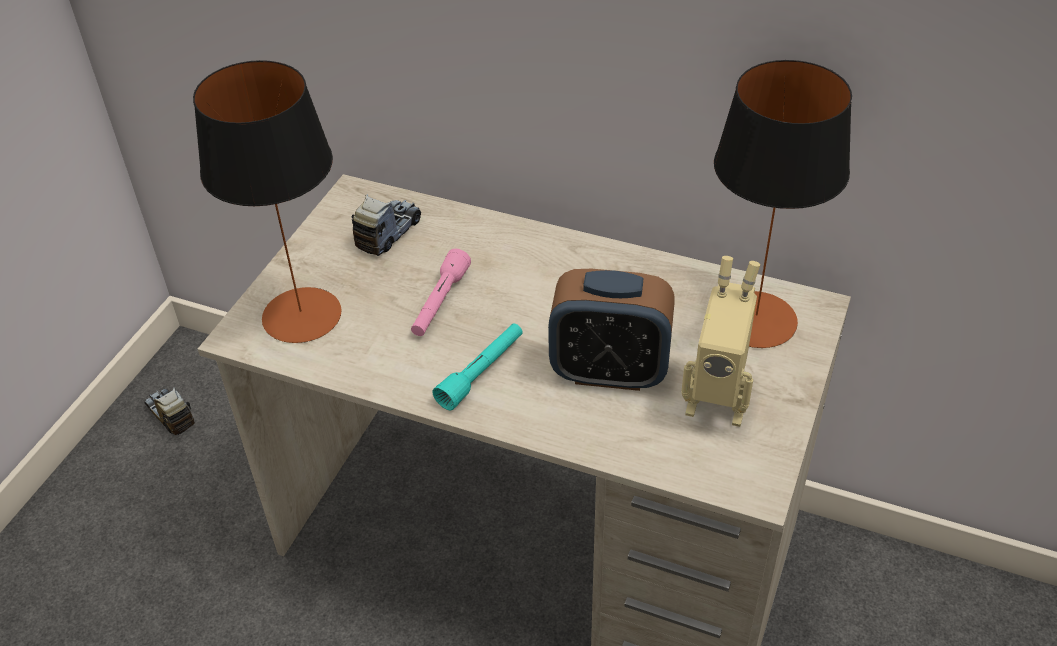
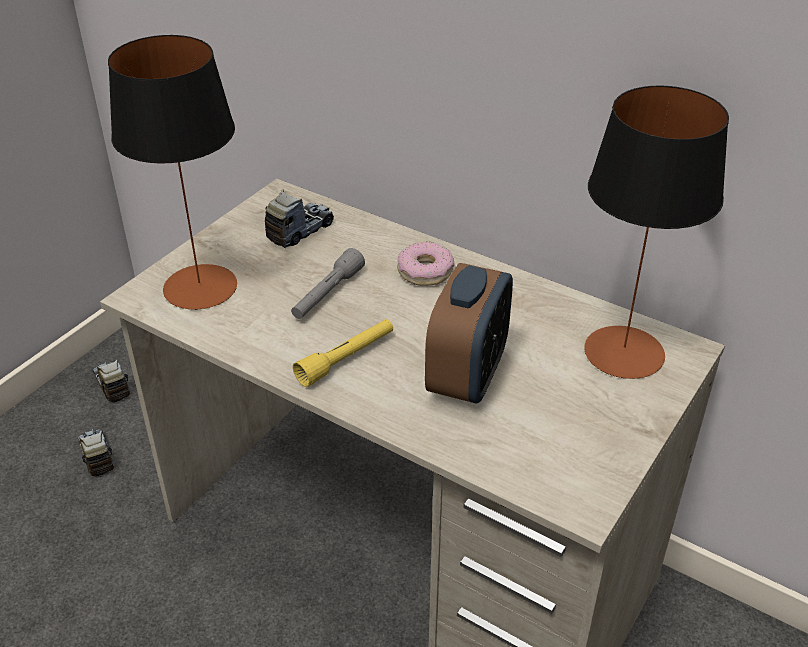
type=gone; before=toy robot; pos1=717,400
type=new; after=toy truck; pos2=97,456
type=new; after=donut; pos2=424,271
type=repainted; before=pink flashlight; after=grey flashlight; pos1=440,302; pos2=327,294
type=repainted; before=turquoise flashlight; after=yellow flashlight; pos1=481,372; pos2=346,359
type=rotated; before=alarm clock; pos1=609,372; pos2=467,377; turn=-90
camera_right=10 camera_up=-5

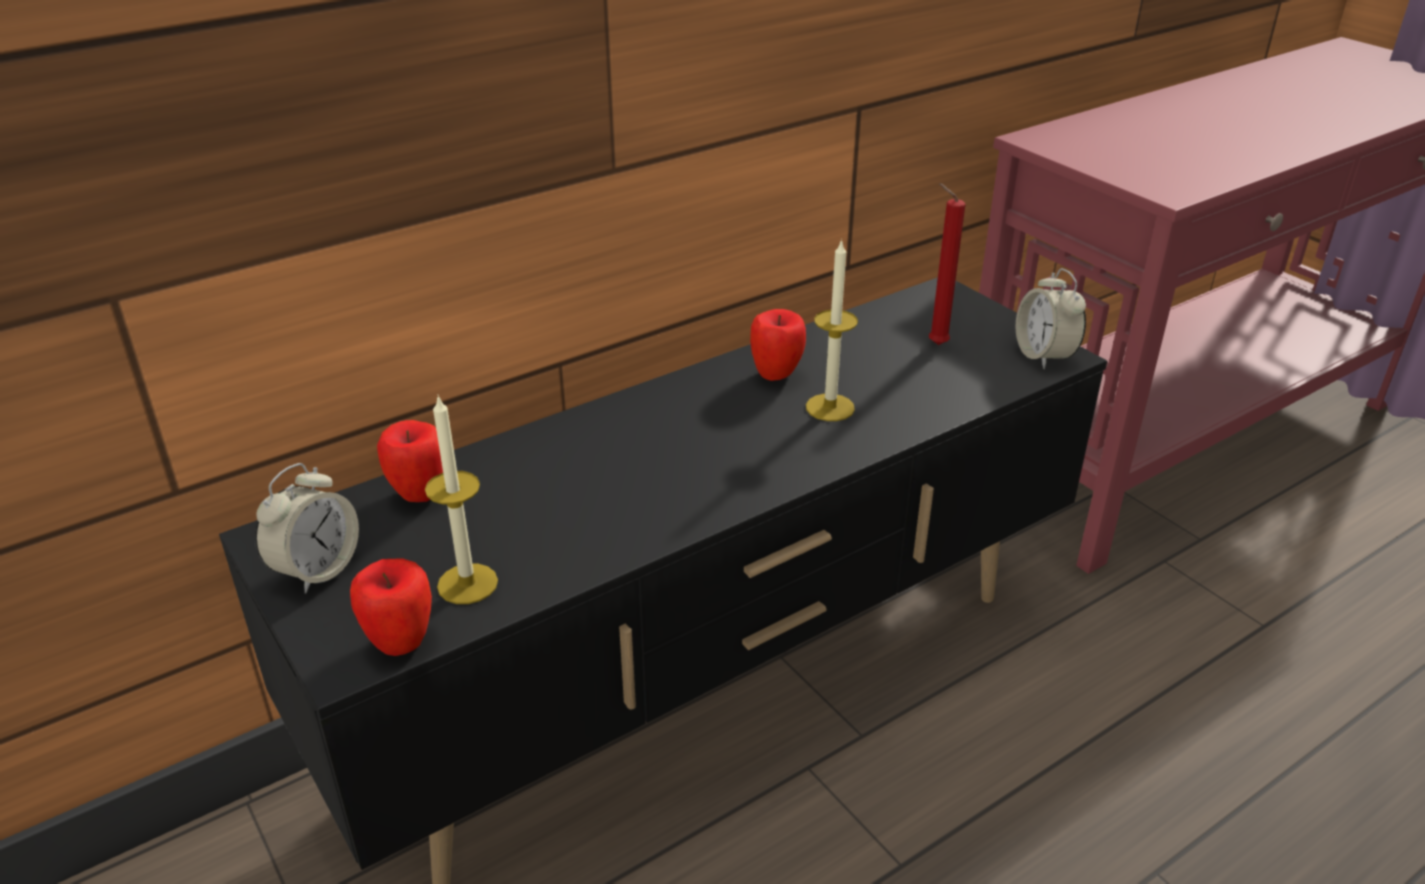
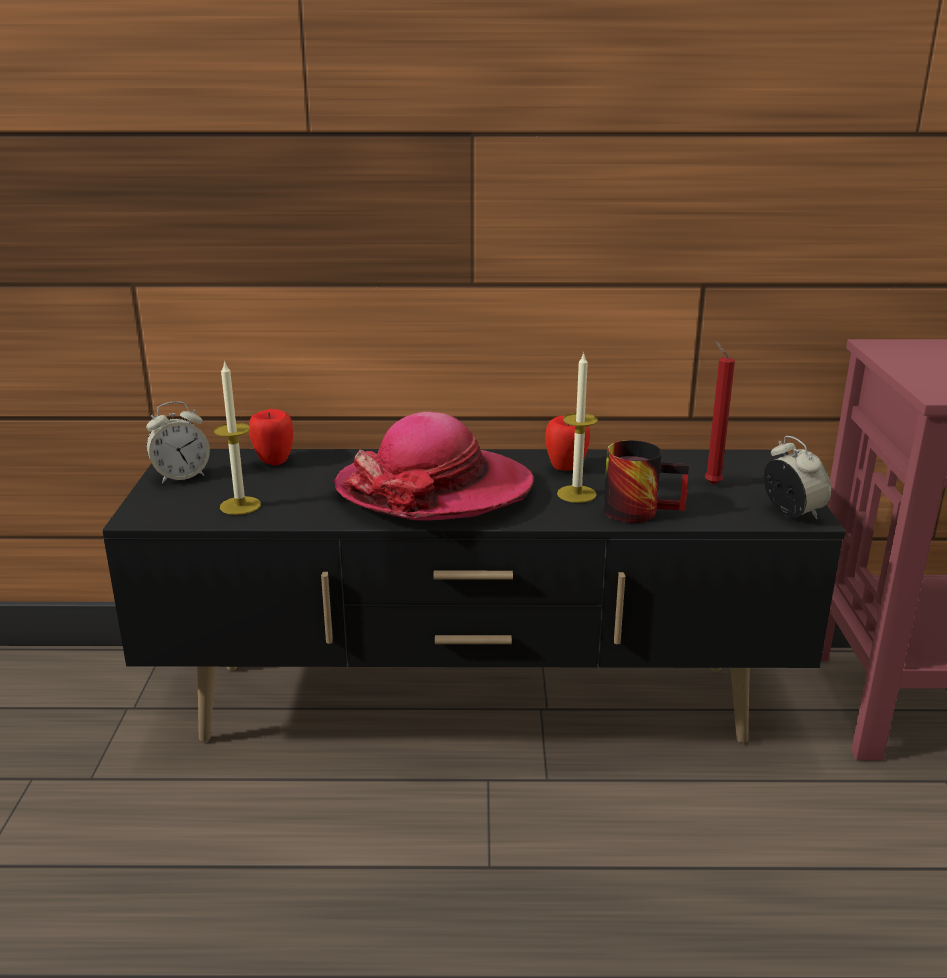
type=gone; before=apple; pos1=400,642
type=new; after=hat; pos2=434,489
type=new; after=mug; pos2=640,509
type=rotated; before=alarm clock; pos1=1044,356; pos2=792,513; turn=135
camera_right=35 camera_up=-10

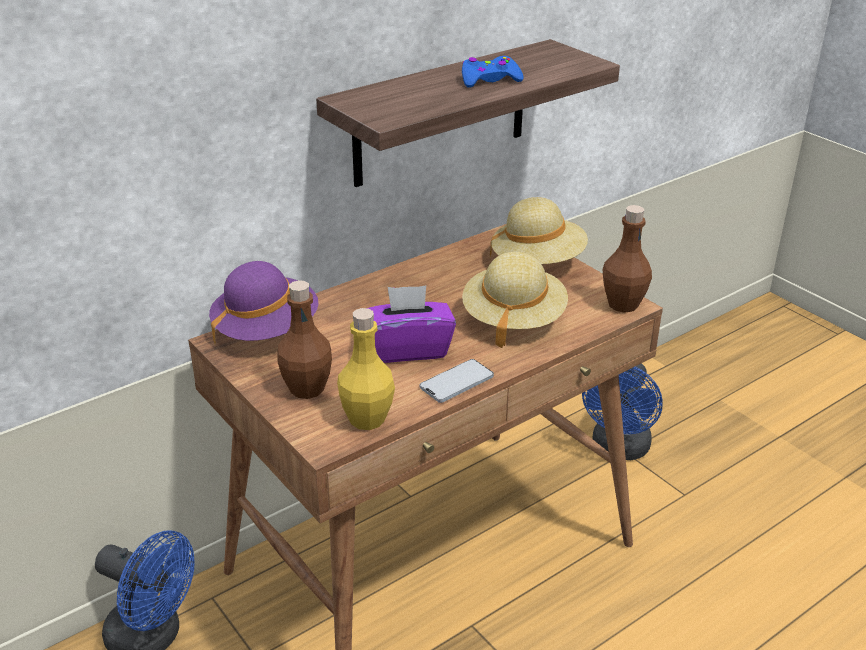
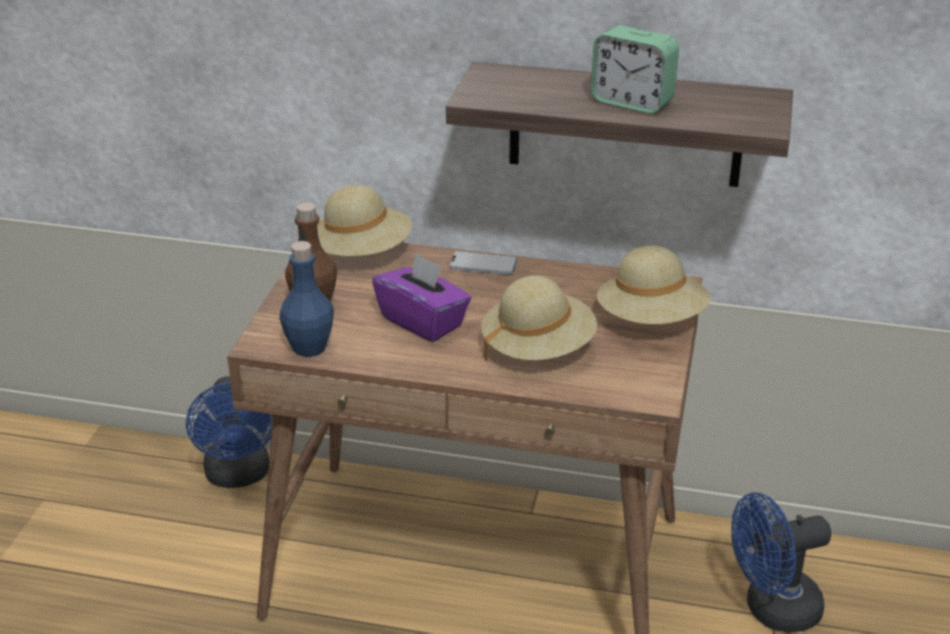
type=gone; before=brown bottle; pos1=623,304
type=shifted; before=phone; pos1=456,382; pos2=483,264
type=swapped; before=blue game controller; after=alarm clock; pos1=489,80; pos2=632,102
type=repainted; before=purple hat; after=beige hat; pos1=266,330; pos2=362,253
type=repainted; before=yellow bottle; after=blue bottle; pos1=367,419; pos2=309,347
camera_right=50 camera_up=0

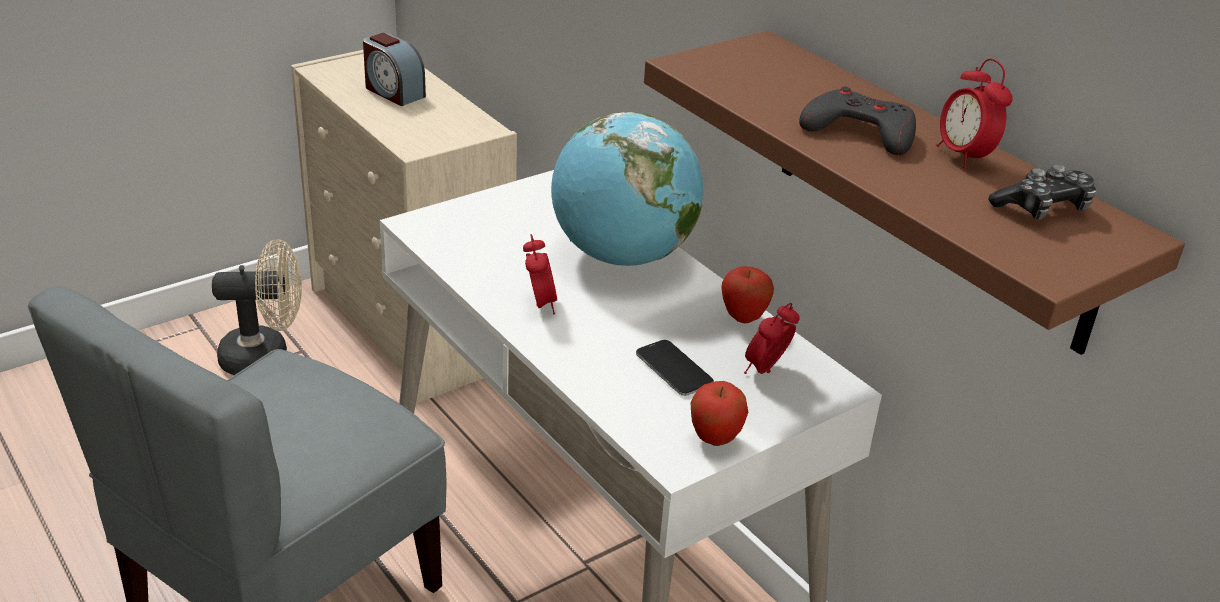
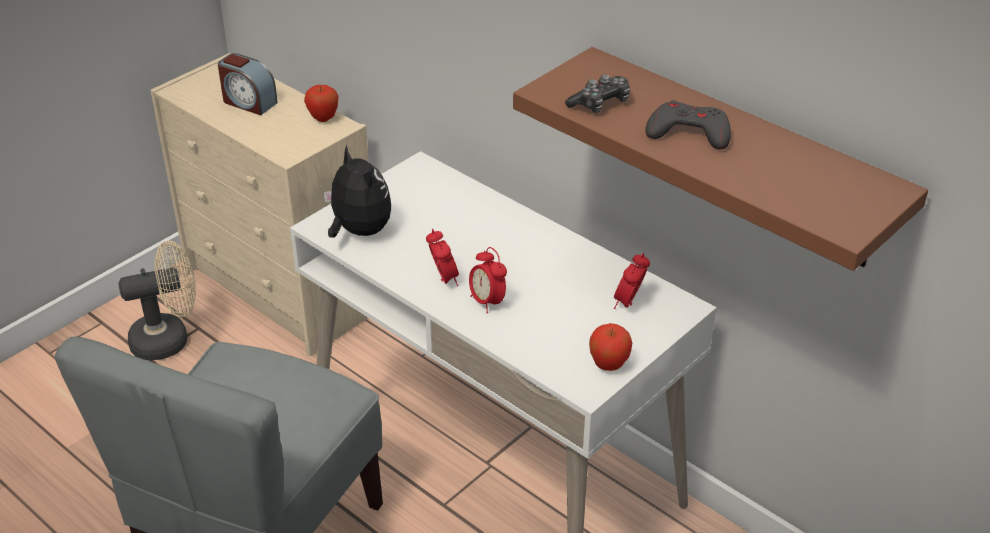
type=gone; before=globe; pos1=622,256
type=gone; before=phone; pos1=674,369
type=new; after=plush toy; pos2=359,231
type=shifted; before=apple; pos1=743,318; pos2=323,118
type=shifted; before=alarm clock; pos1=964,157; pos2=487,302
type=shifted; before=game controller; pos1=1043,208; pos2=600,103
camera_right=-10 camera_up=5

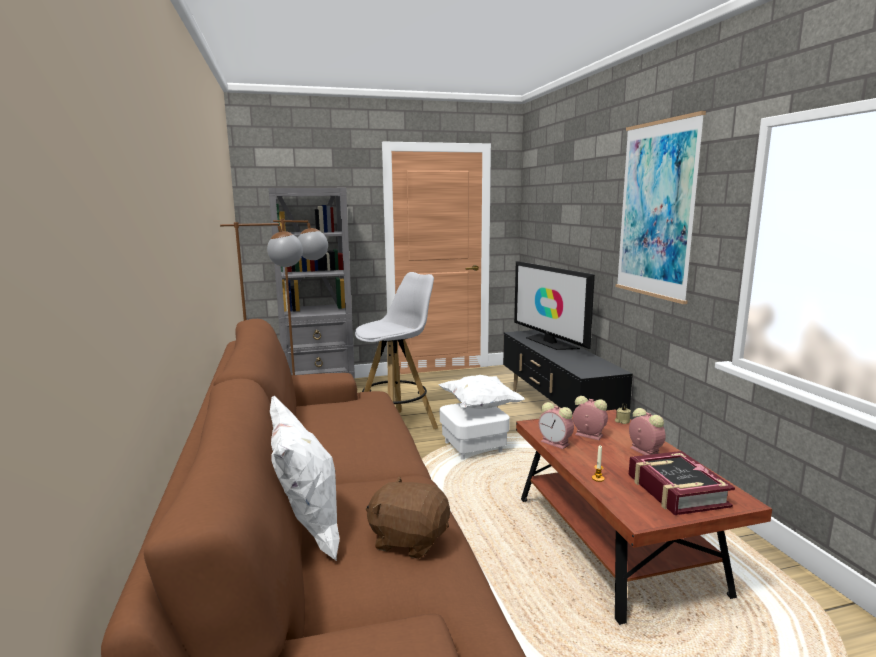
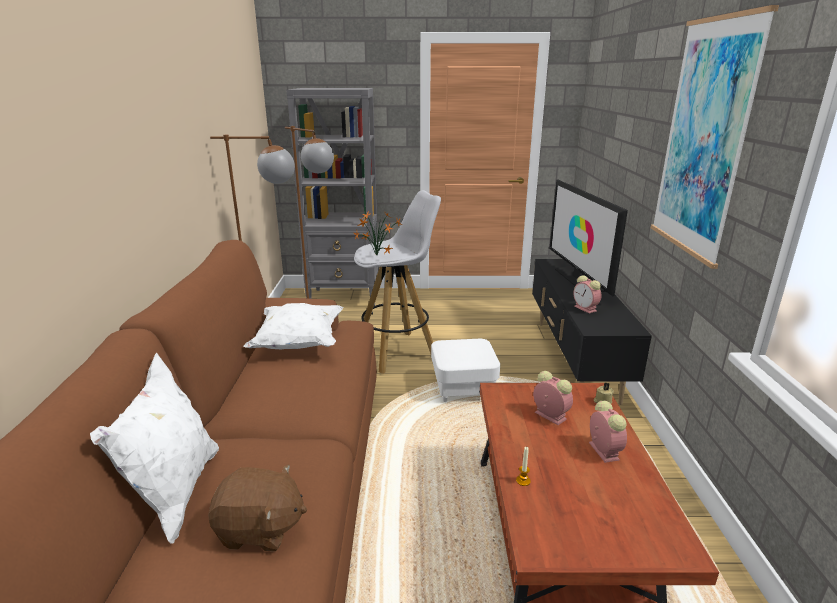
type=gone; before=book; pos1=676,490
type=new; after=potted plant; pos2=376,255
type=shifted; before=white pillow; pos1=480,406; pos2=298,343
type=shifted; before=alarm clock; pos1=556,443; pos2=586,309
type=rotated; before=brown plush toy; pos1=409,539; pos2=260,529; turn=150
camera_right=15 camera_up=10

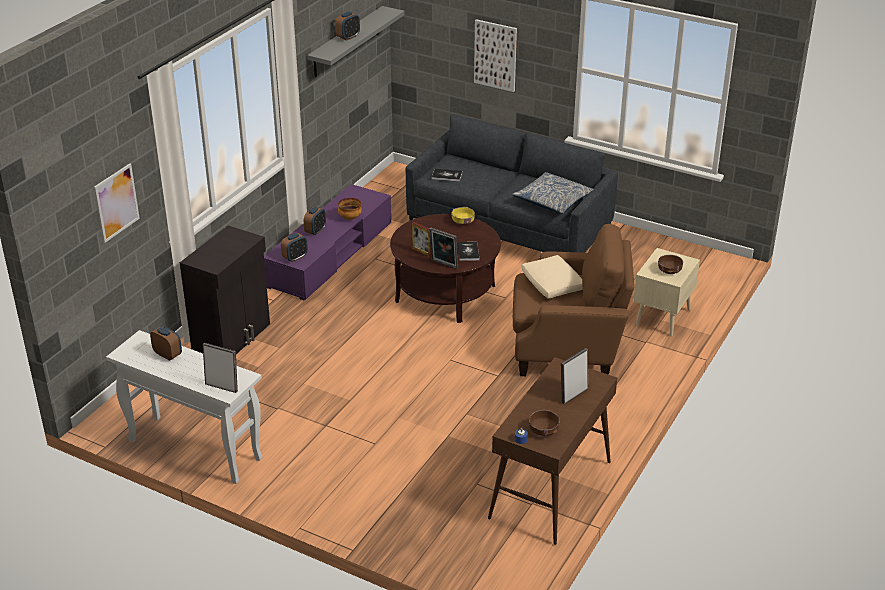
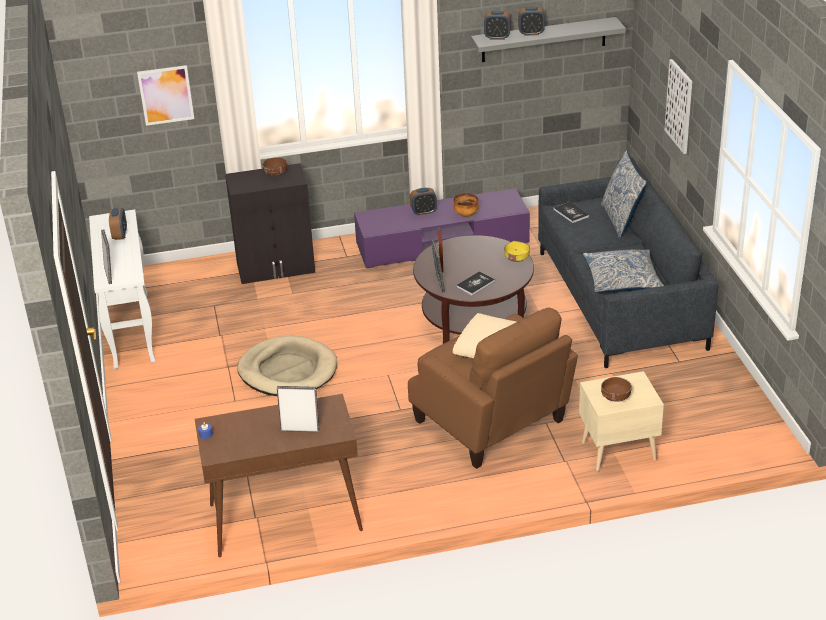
type=new; after=beige dog bed; pos2=288,371
type=new; after=pillow; pos2=621,220
type=shifted; before=alarm clock; pos1=295,257; pos2=497,37
type=shifted; before=brown bowl; pos1=543,430; pos2=276,173
camera_right=50 camera_up=0

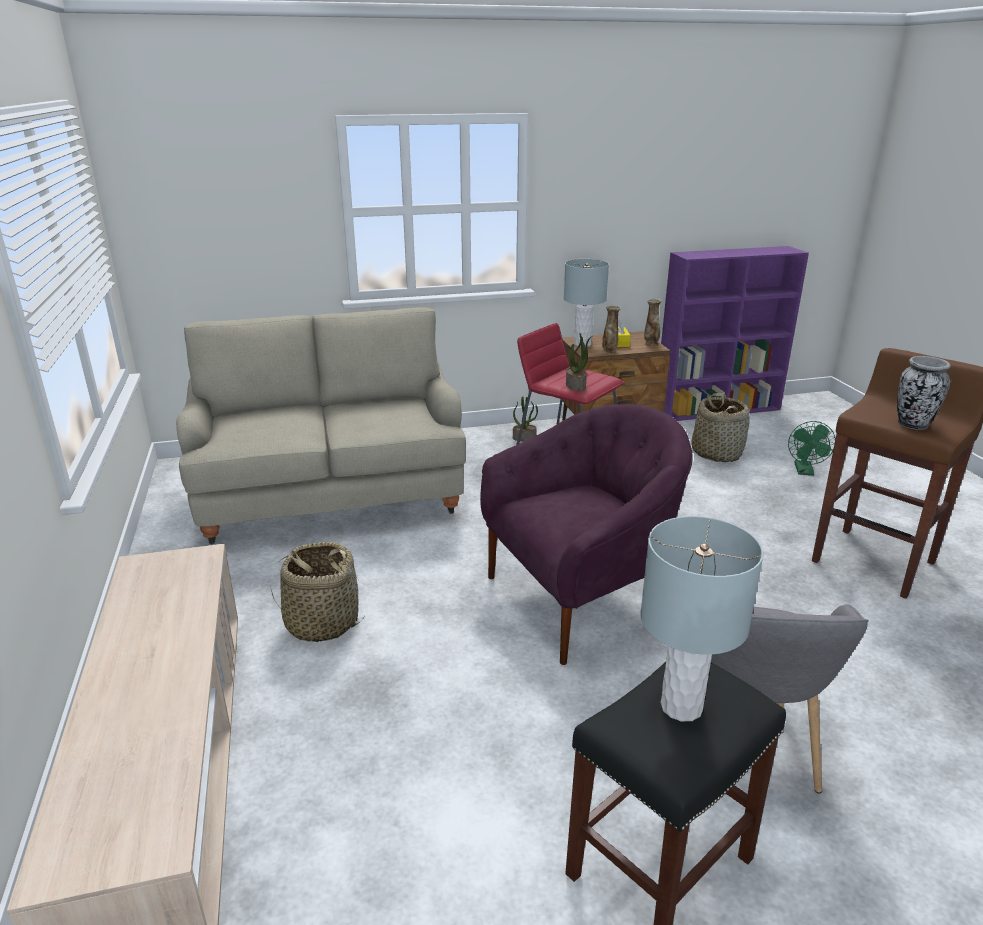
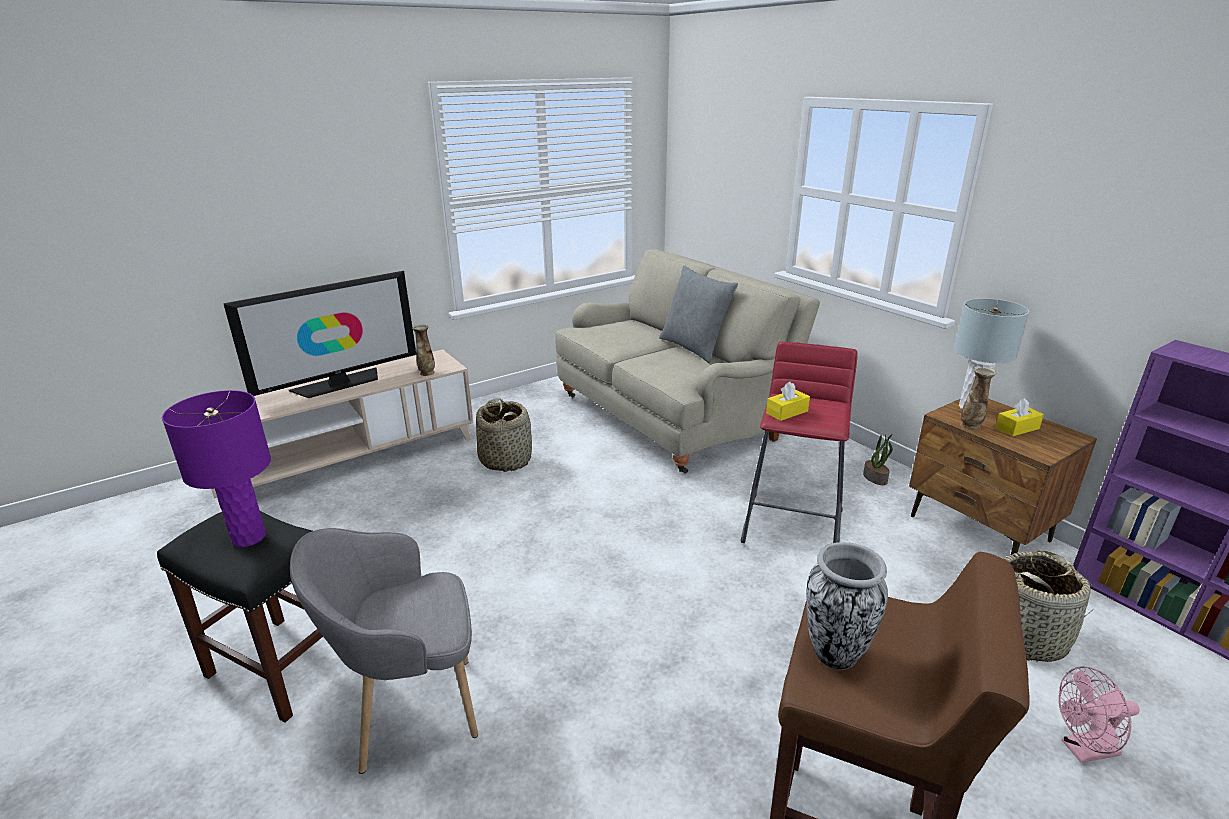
type=gone; before=purple armchair; pos1=581,599
type=new; after=television; pos2=339,384
type=new; after=grey pillow; pos2=694,348
type=shifted; before=vase; pos1=650,344; pos2=427,373
type=swapped; before=potted plant; after=yellow tissue box; pos1=576,386; pos2=787,412
type=repainted; before=grey table lamp; after=purple table lamp; pos1=682,706; pos2=249,538
type=repainted; before=green fan; after=pink fan; pos1=805,472; pos2=1083,750
camera_right=70 camera_up=0

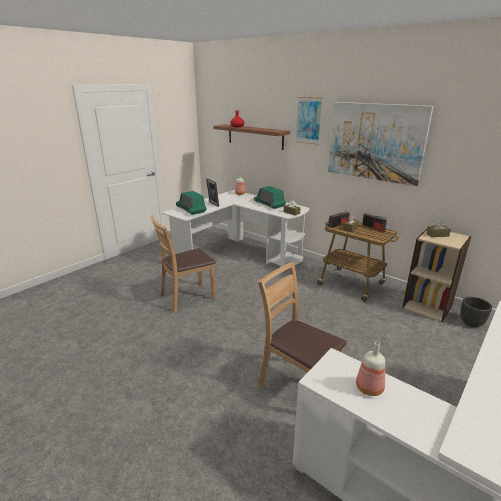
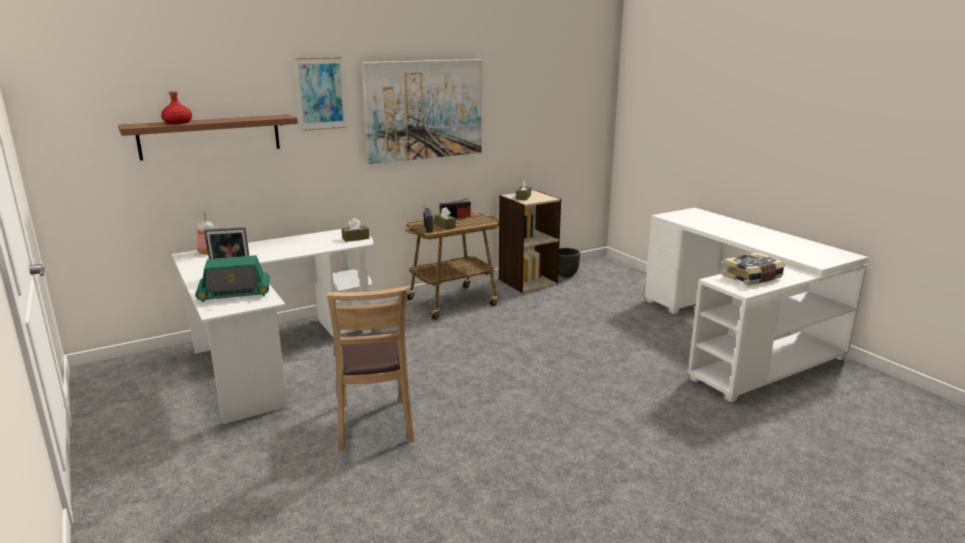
type=gone; before=radio; pos1=269,204
type=gone; before=brown chair; pos1=297,385
type=swapped; before=bottle; after=book; pos1=369,387; pos2=753,278
camera_right=-70 camera_up=-5

